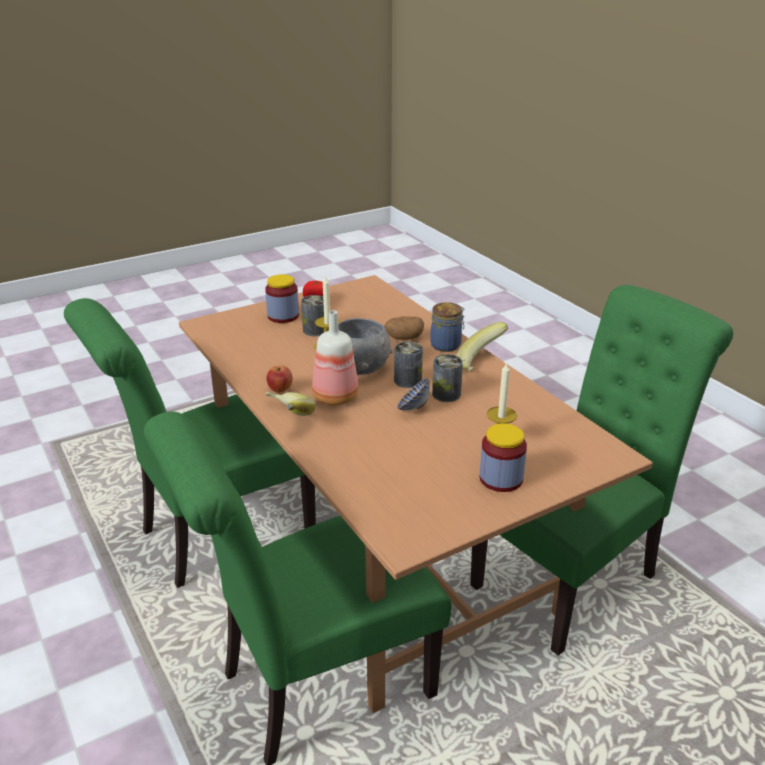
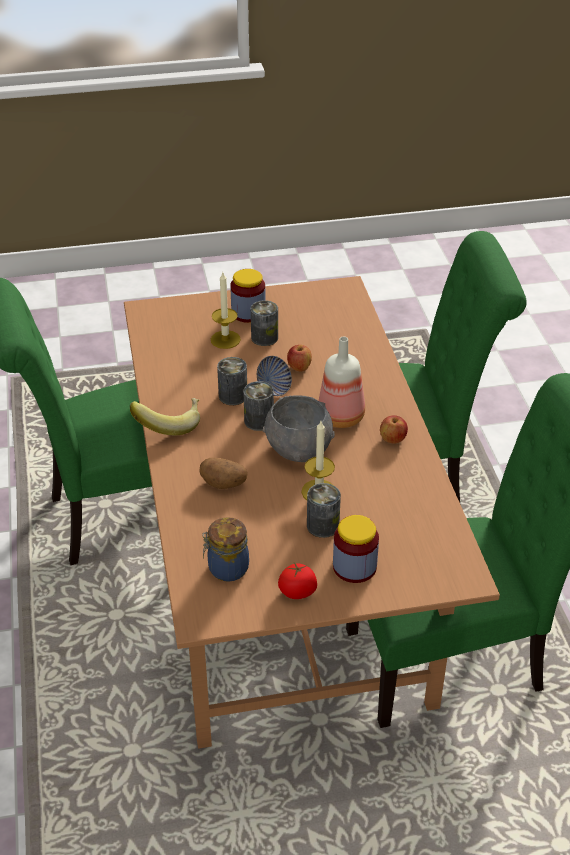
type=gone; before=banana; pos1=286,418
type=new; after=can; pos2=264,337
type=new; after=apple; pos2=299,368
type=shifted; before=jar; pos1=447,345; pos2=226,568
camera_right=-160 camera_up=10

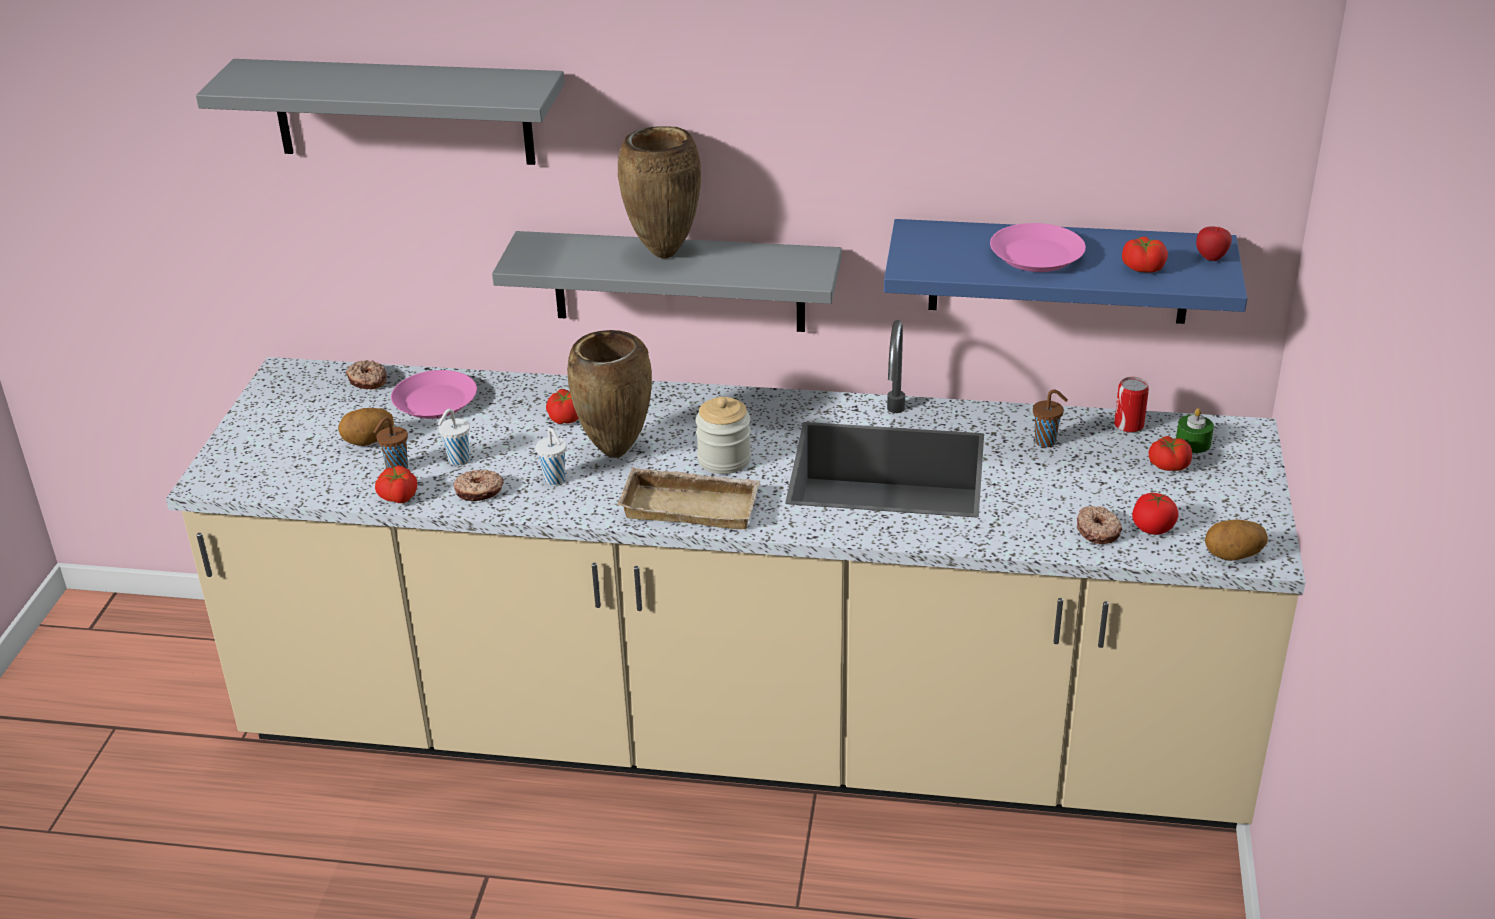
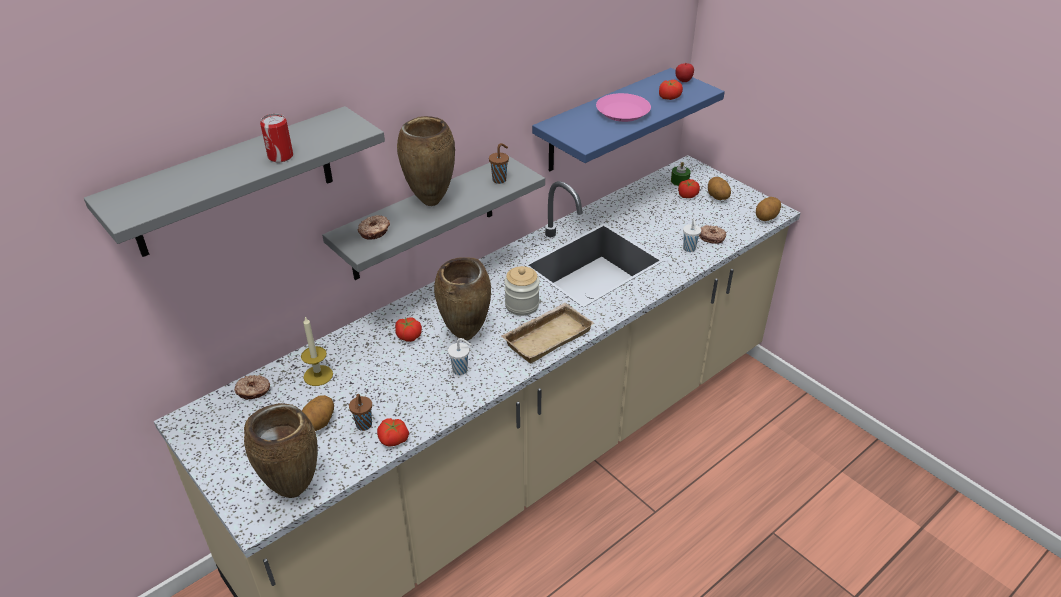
type=gone; before=tomato; pos1=1152,528
type=new; after=brown vase; pos2=295,489
type=new; after=potato; pos2=717,198
type=shifted; before=white cup; pos1=457,460; pos2=689,249
type=shifted; before=donut; pos1=479,492; pos2=375,232
type=shifted; before=brown cup; pos1=1046,442; pos2=500,180
type=shifted; before=can; pos1=1129,425; pos2=280,156
type=swapped; before=pink plate; after=candle; pos1=434,402; pos2=318,375
camera_right=-50 camera_up=5

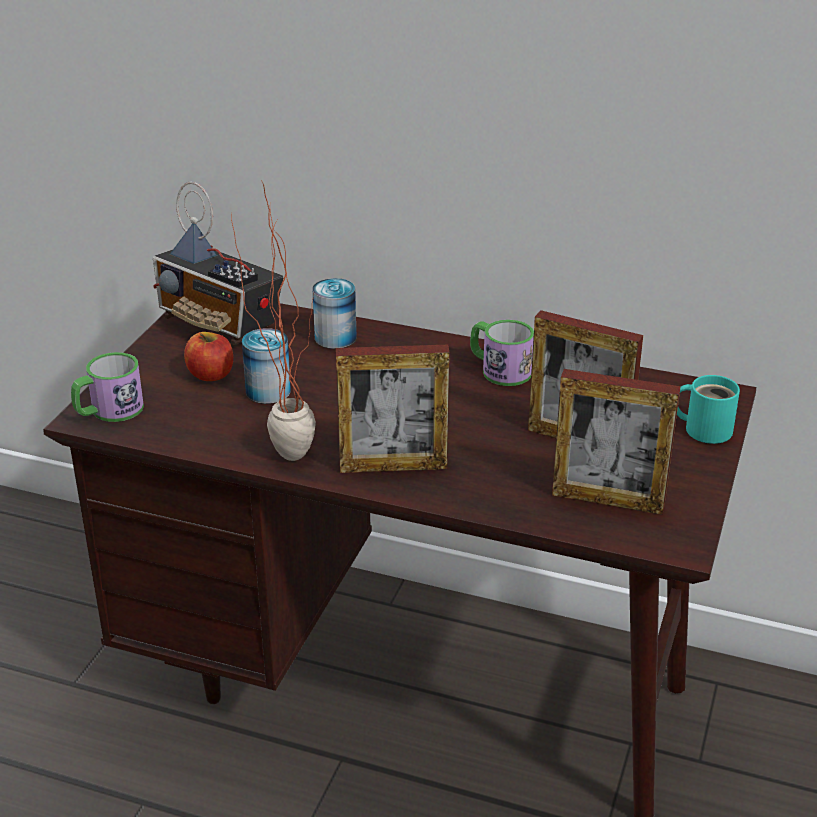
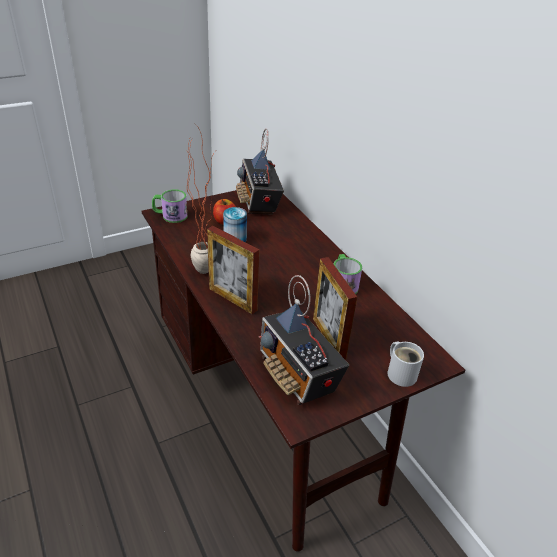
type=gone; before=can; pos1=335,337
type=swapped; before=picture frame; after=radio; pos1=607,500; pos2=298,375
type=repainted; before=turquoise mug; after=white mug; pos1=704,428; pos2=401,373
camera_right=40 camera_up=5

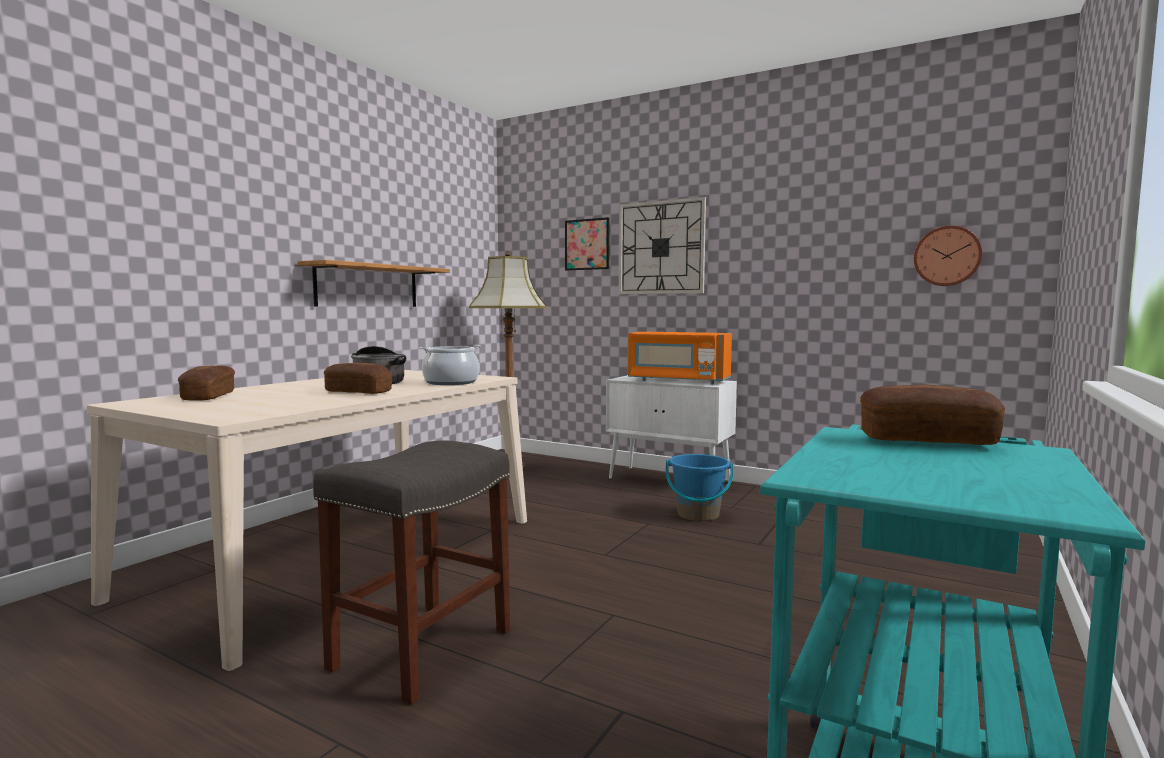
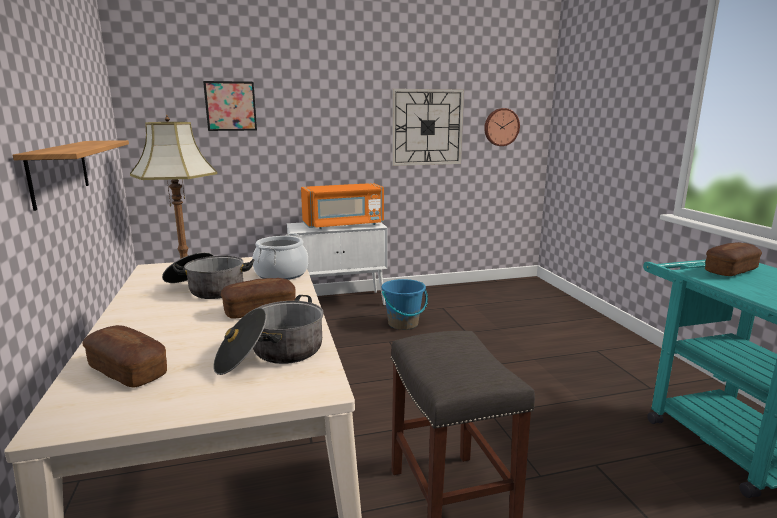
type=new; after=cooking pot; pos2=272,355
type=shifted; before=wall clock; pos1=661,247; pos2=427,127
camera_right=-45 camera_up=10

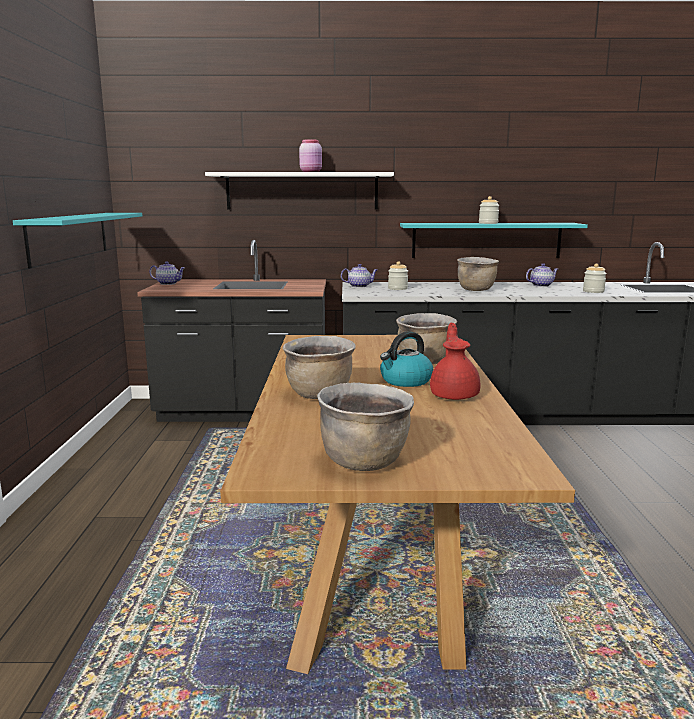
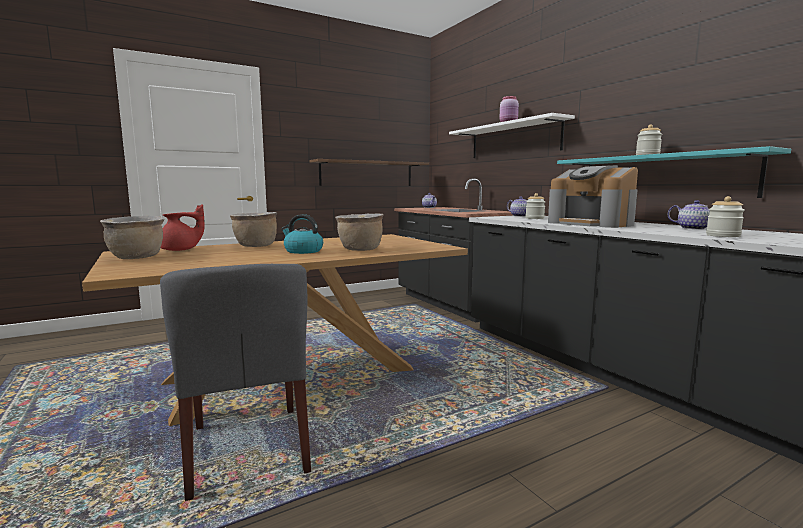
type=new; after=grey chair; pos2=249,449
type=shifted; before=red teapot; pos1=454,395; pos2=181,250
type=swapped; before=brown cooking pot; after=coffee machine; pos1=476,290; pos2=591,224
type=repainted; before=turquoise shelf; after=brown shelf; pos1=69,237; pos2=367,173
camera_right=60 camera_up=-5

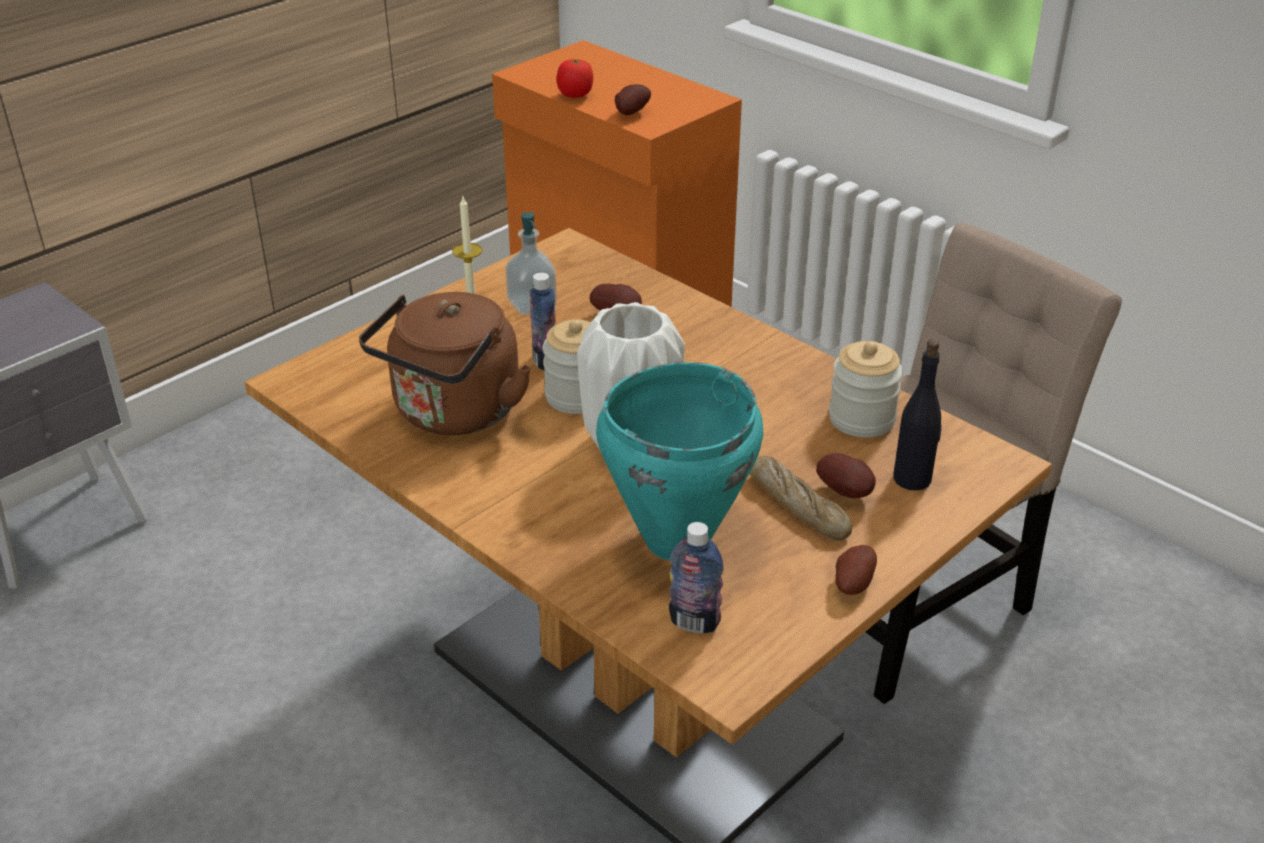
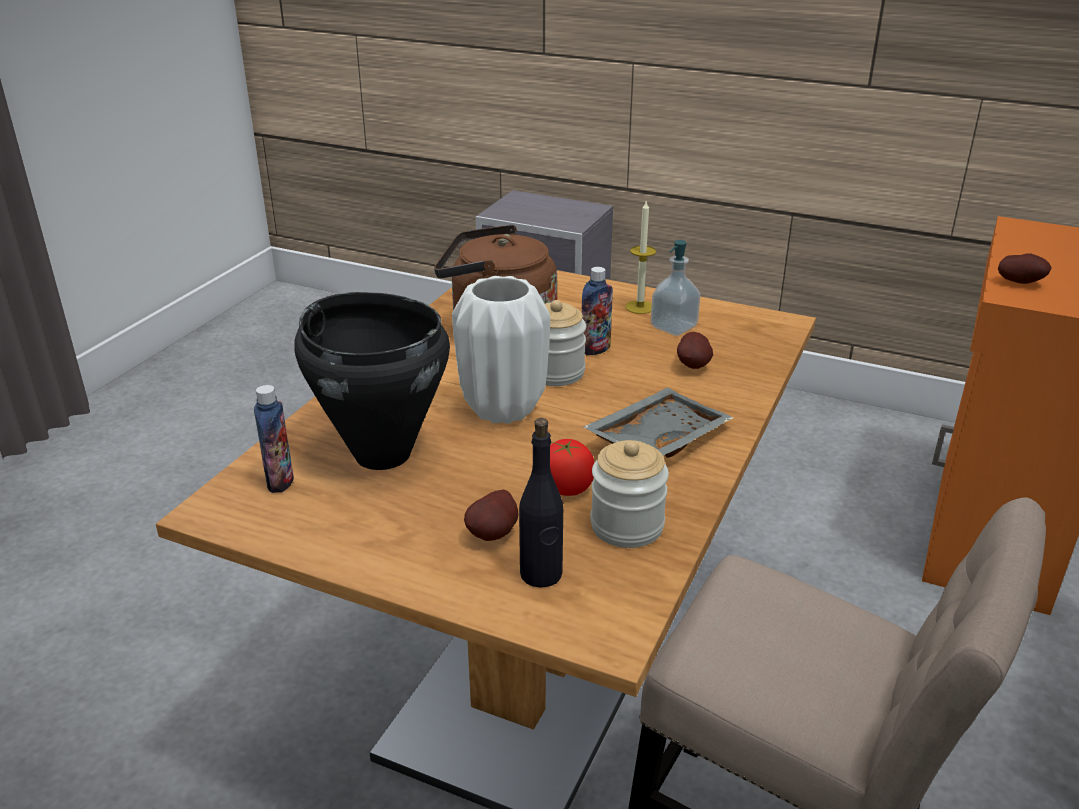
type=gone; before=bread; pos1=797,506
type=gone; before=potato; pos1=852,583
type=new; after=grey tray; pos2=656,439
type=shifted; before=tomato; pos1=575,95; pos2=567,489
type=repainted; before=turquoise cooking pot; after=black cooking pot; pos1=674,540; pos2=382,453
camera_right=70 camera_up=-5

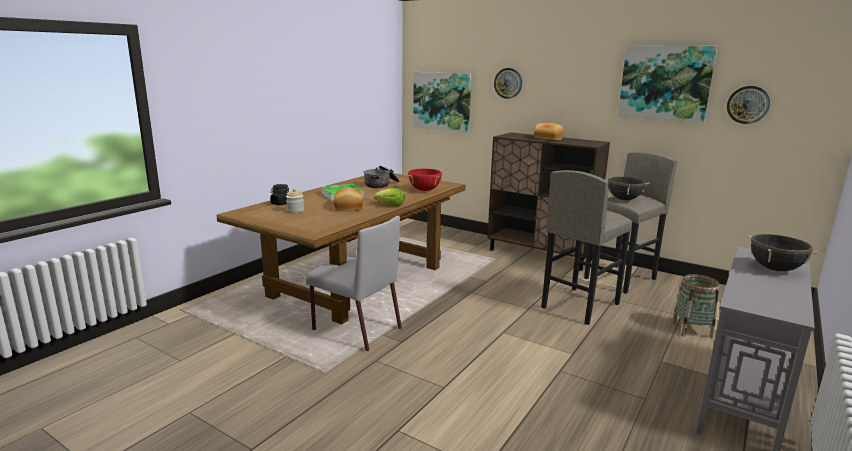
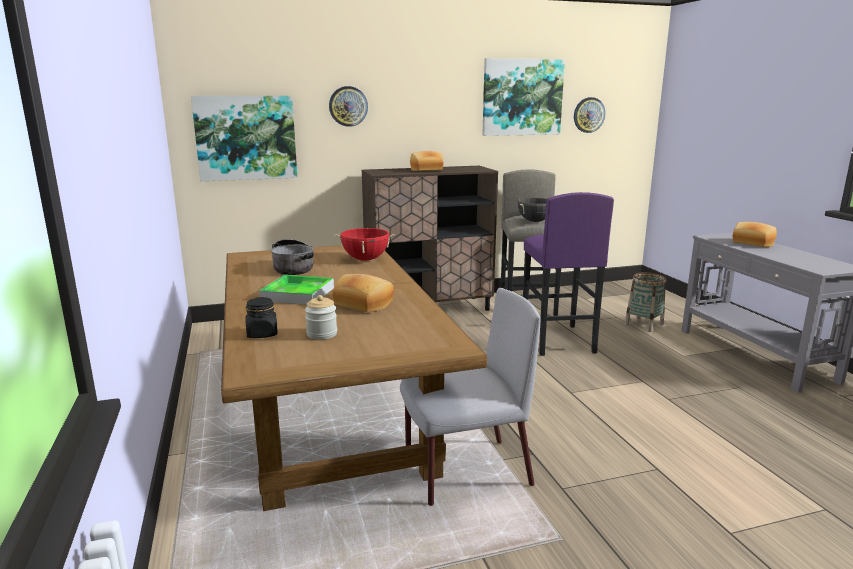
type=gone; before=lettuce; pos1=391,205
type=swapped; before=black cooking pot; after=bread; pos1=775,269; pos2=752,243
type=repainted; before=grey stool; after=purple stool; pos1=579,305; pos2=556,340
camera_right=-50 camera_up=0

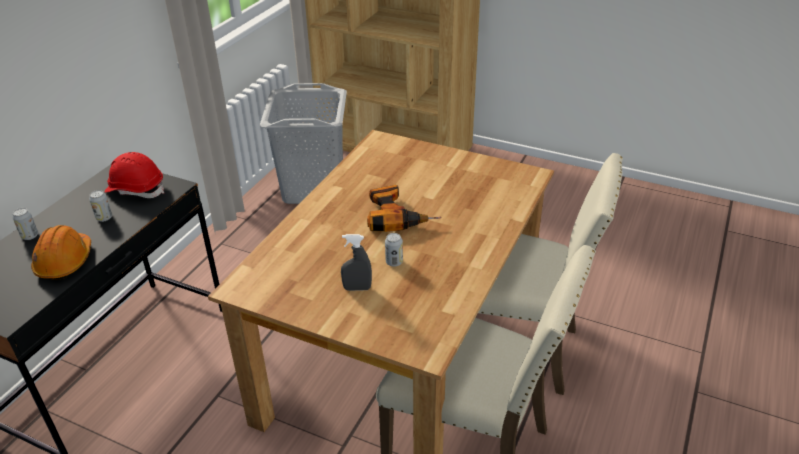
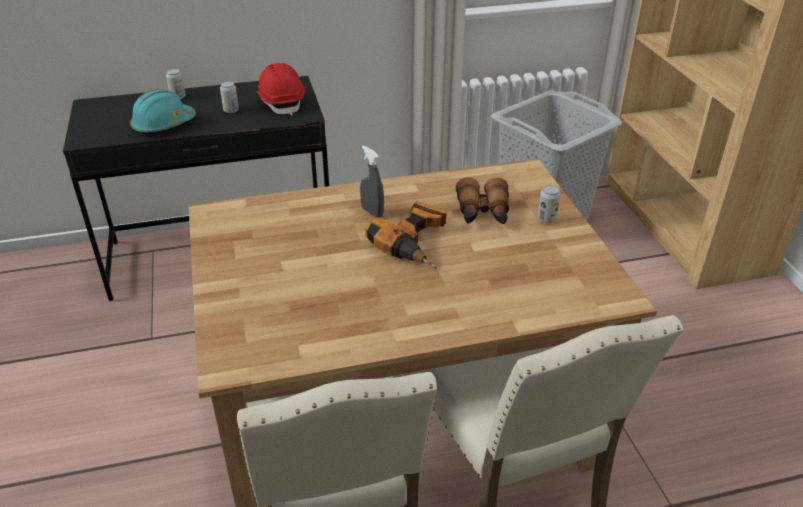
type=new; after=binoculars; pos2=483,213
type=shifted; before=grey spray bottle; pos1=357,288; pos2=372,212
type=shifted; before=can; pos1=394,262; pos2=546,219
type=repainted; before=orange hard hat; after=turquoise hard hat; pos1=65,262; pos2=163,125
camera_right=50 camera_up=0

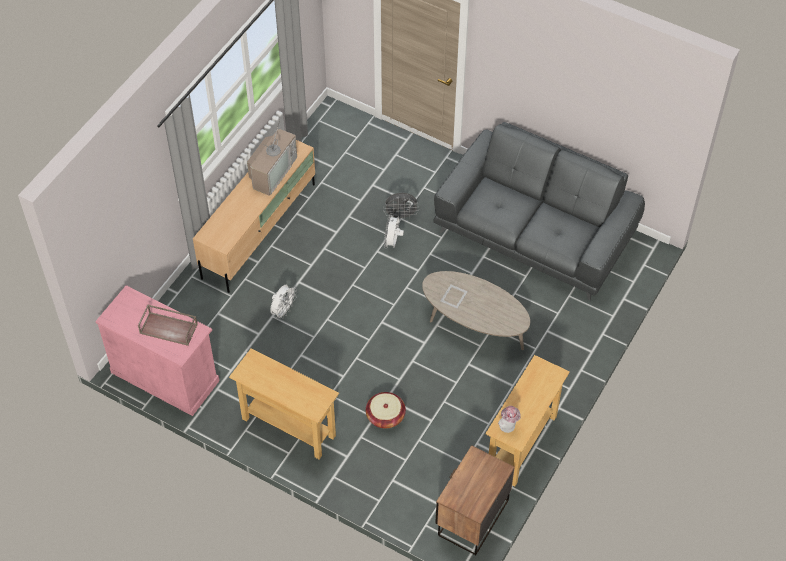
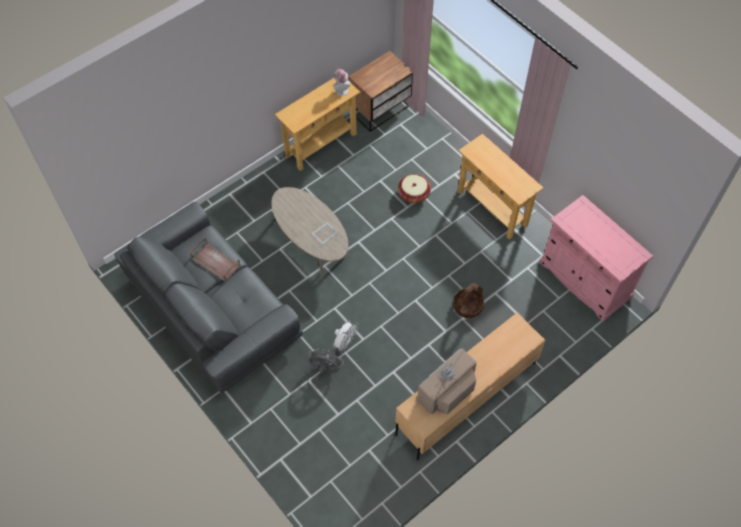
type=shifted; before=brown tray; pos1=169,328; pos2=215,262
type=swapped; before=white fan; after=basket; pos1=283,311; pos2=467,307
camera_right=-160 camera_up=5

